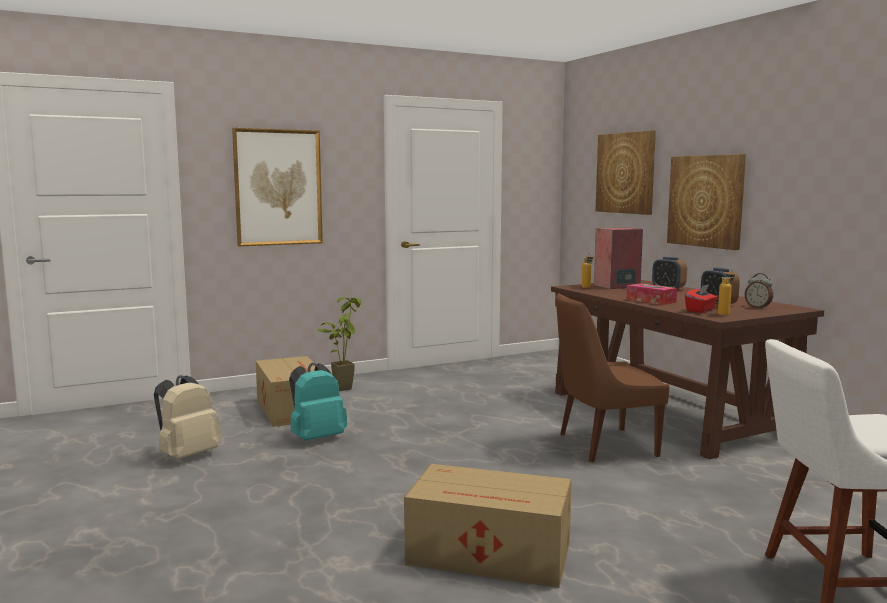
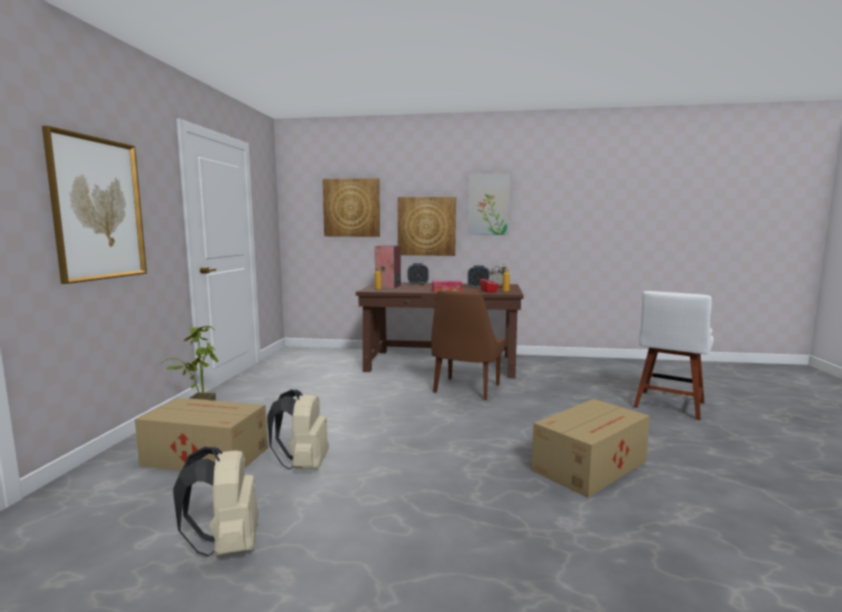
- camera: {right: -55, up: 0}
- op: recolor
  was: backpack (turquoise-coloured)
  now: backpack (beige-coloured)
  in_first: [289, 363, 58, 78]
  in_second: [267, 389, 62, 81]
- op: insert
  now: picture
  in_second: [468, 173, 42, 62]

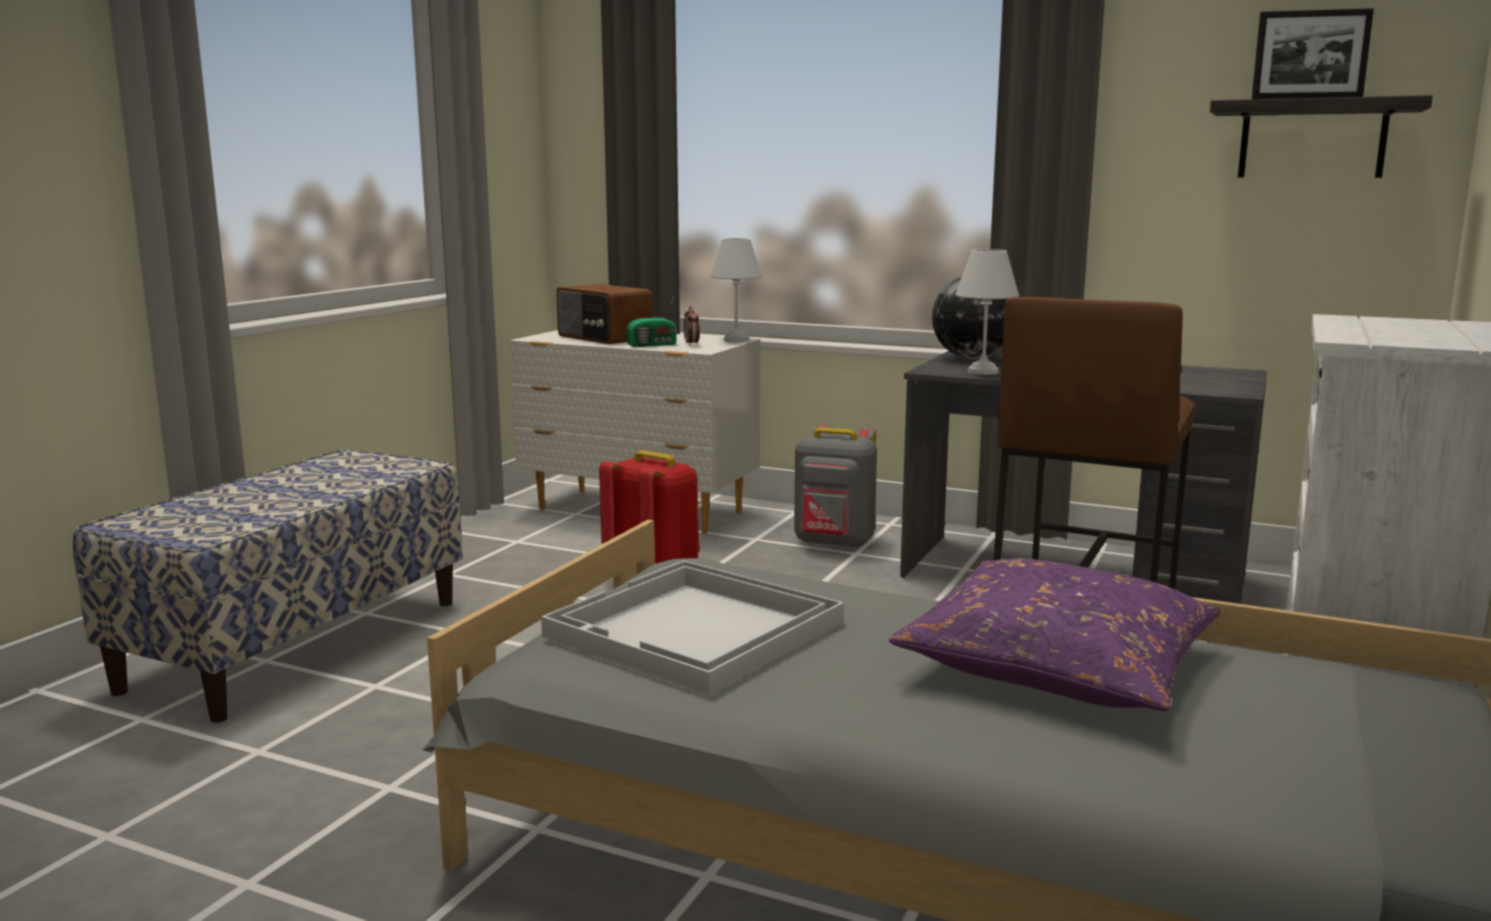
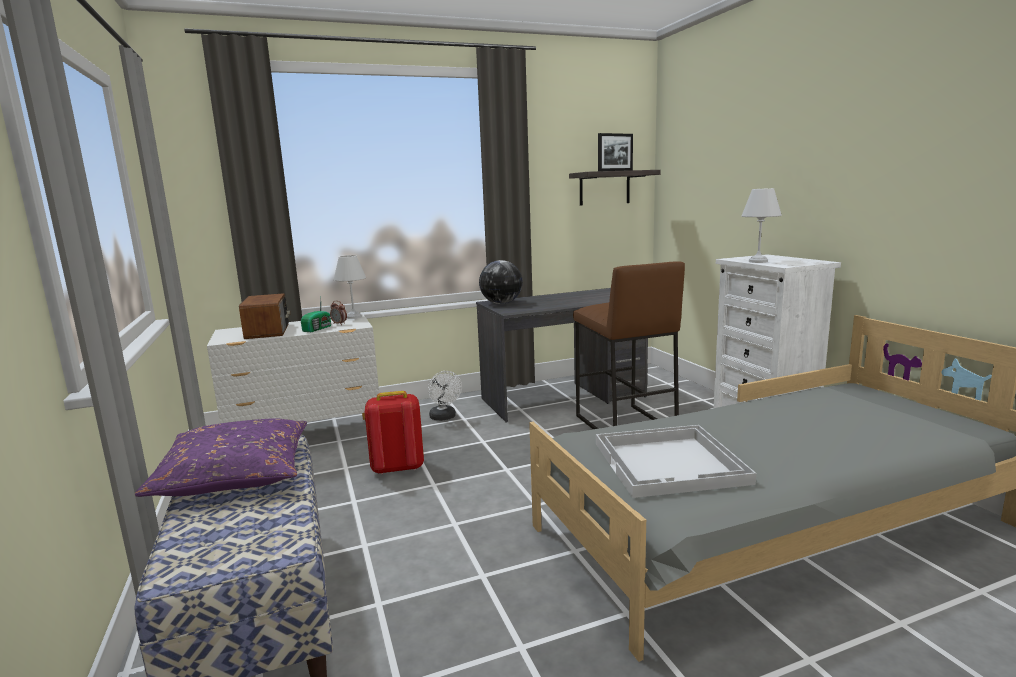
- camera: {right: -45, up: 0}
- op: rotate
  was: radio receiver
  in_first: [556, 284, 96, 60]
  in_second: [239, 293, 51, 46]
  clockwise: -105
- op: replace
  was: backpack (gray)
  now: fan (white)
  in_first: [794, 425, 83, 124]
  in_second: [428, 371, 34, 50]
- op: move
  was: throw pillow (purple)
  in_first: [889, 558, 332, 153]
  in_second: [135, 418, 172, 79]
- op: move
  was: tabletop lamp (white)
  in_first: [955, 249, 64, 126]
  in_second: [742, 188, 40, 75]

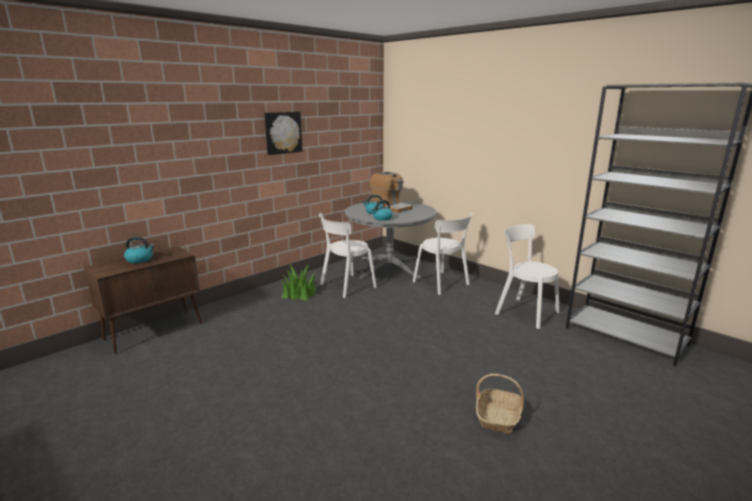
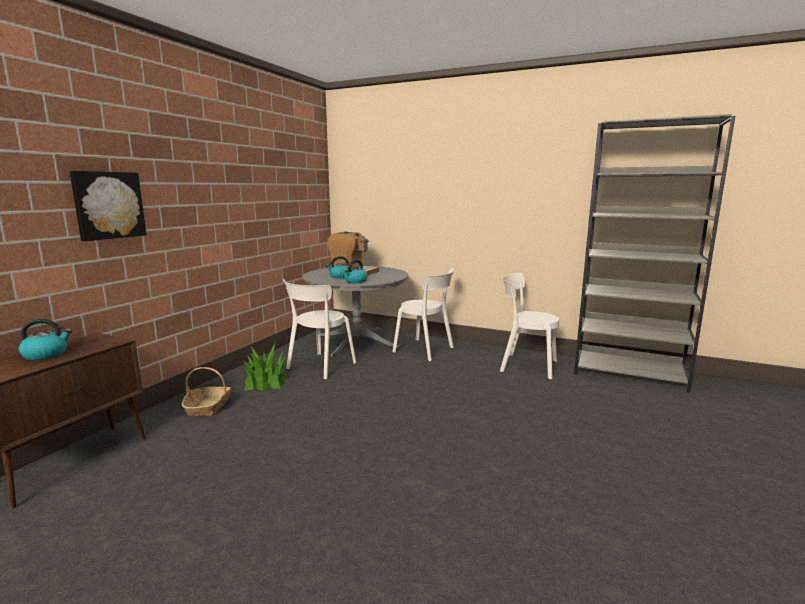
- camera: {right: -20, up: -5}
- op: move
  was: picture
  in_first: [264, 112, 39, 43]
  in_second: [69, 171, 78, 70]
- op: move
  was: basket
  in_first: [476, 374, 48, 60]
  in_second: [182, 367, 49, 49]

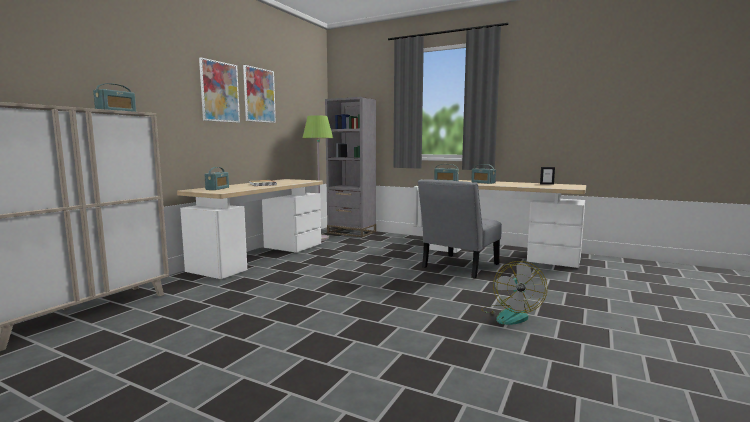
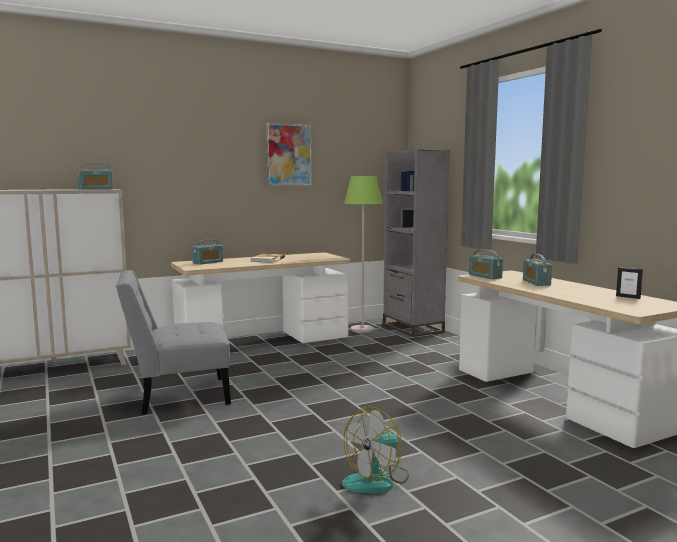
- camera: {right: 35, up: 0}
- op: delete
  was: picture
  in_first: [199, 58, 41, 65]
- op: move
  was: chair (gray)
  in_first: [418, 179, 84, 99]
  in_second: [116, 270, 115, 144]

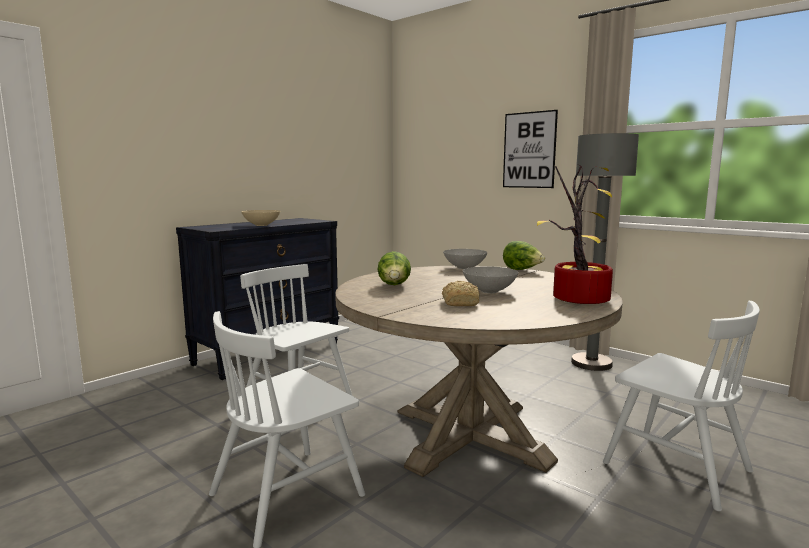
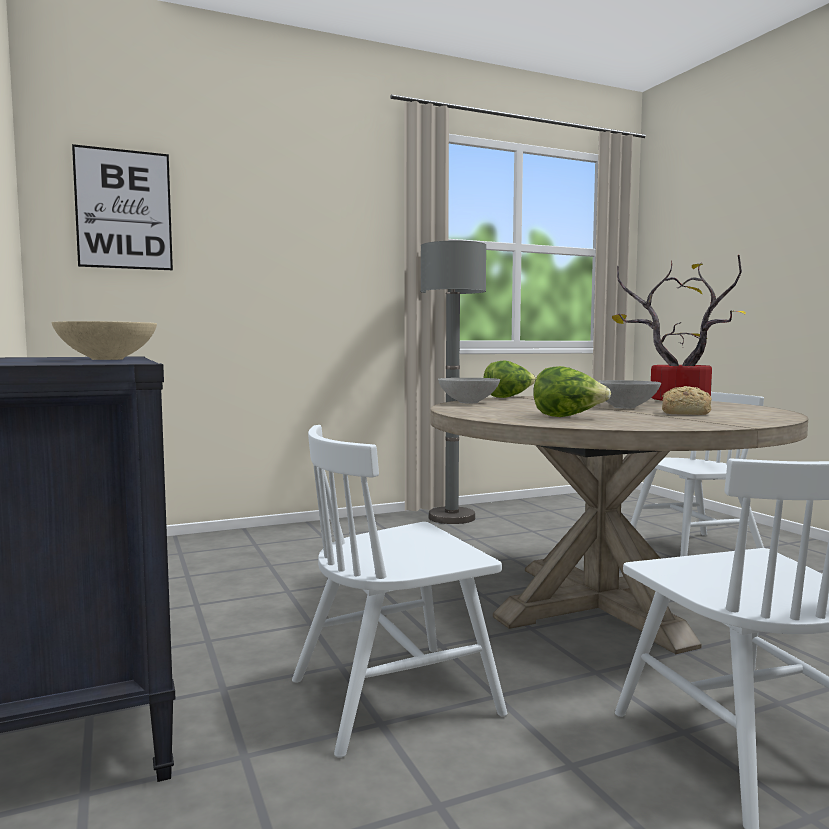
- camera: {right: -65, up: -5}
- op: move
  was: picture
  in_first: [503, 110, 55, 78]
  in_second: [72, 144, 101, 126]

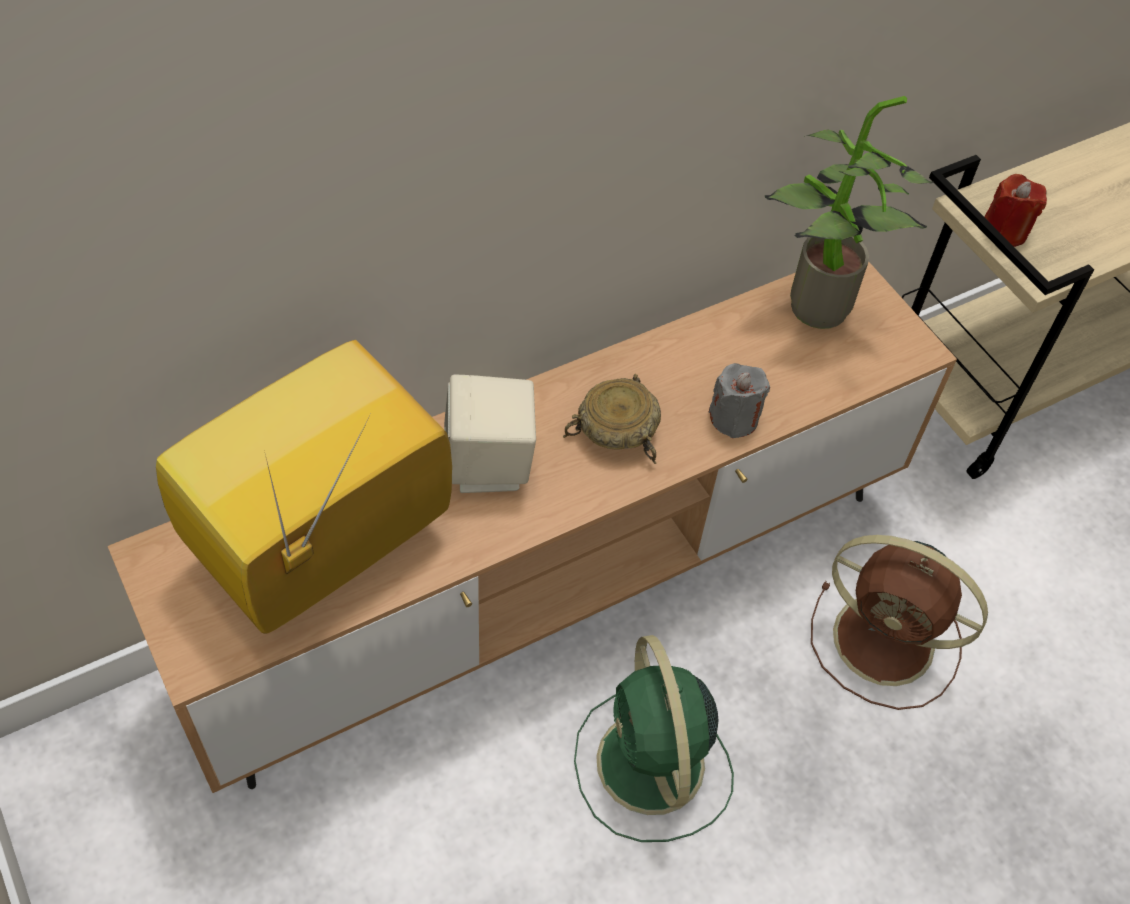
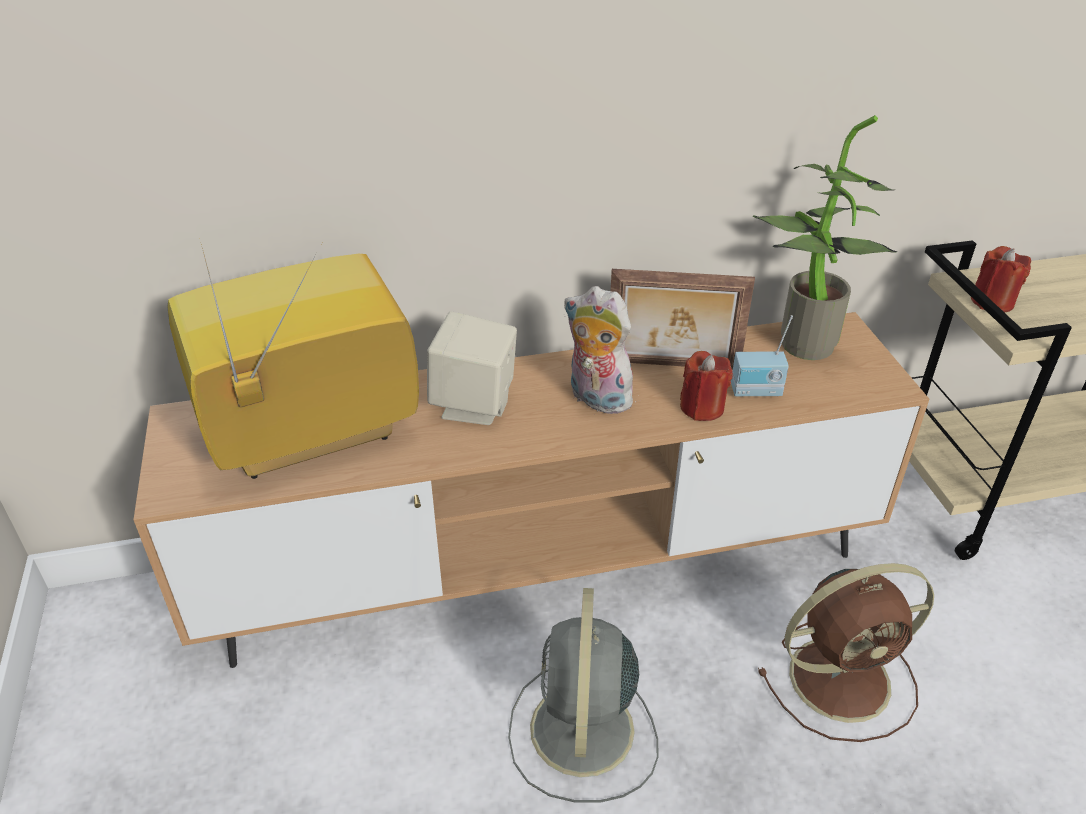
- camera: {right: 20, up: -15}
- op: replace
  was: deep dish (beige-coloured)
  now: cuddly toy
  in_first: [563, 374, 98, 90]
  in_second: [564, 286, 74, 128]
- op: recolor
  was: fan (green-coloured)
  now: fan (gray)
  in_first: [574, 635, 160, 207]
  in_second: [508, 588, 151, 215]
- op: recolor
  was: wax candle (gray)
  now: wax candle (reddish)
  in_first: [709, 363, 61, 75]
  in_second: [680, 351, 53, 70]
- op: rotate
  was: fan (brownish)
  in_first: [811, 535, 177, 175]
  in_second: [758, 563, 176, 179]
  clockwise: -60
- op: insert
  now: photo frame
  in_second: [611, 269, 144, 101]
- op: insert
  now: radio receiver
  in_second: [731, 315, 62, 82]

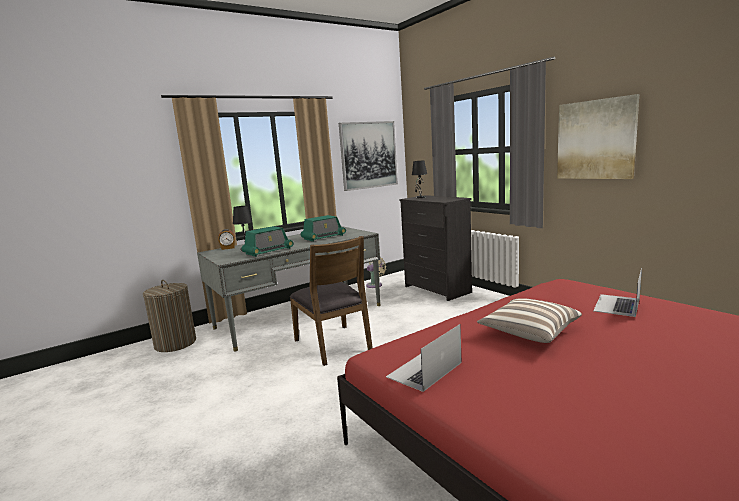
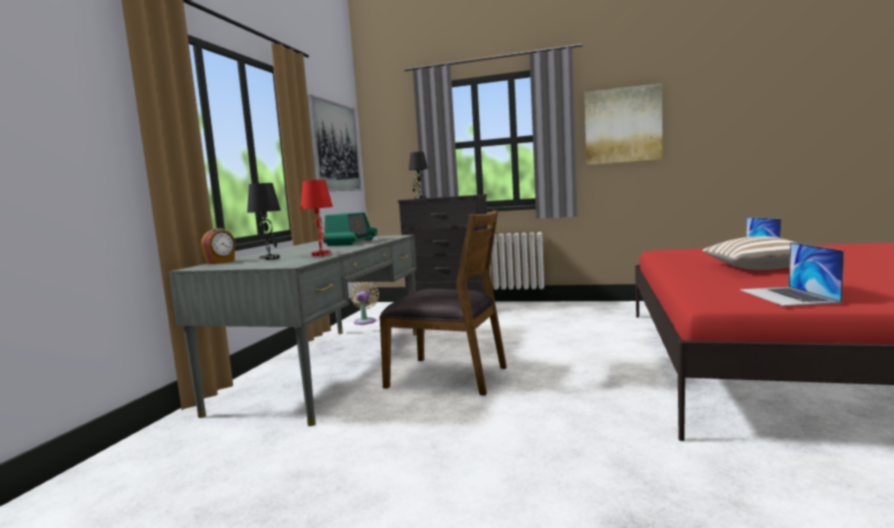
- camera: {right: -40, up: -5}
- op: delete
  was: laundry basket
  in_first: [143, 280, 53, 72]
- op: replace
  was: radio receiver
  now: tabletop lamp (reddish)
  in_first: [242, 226, 52, 31]
  in_second: [301, 180, 32, 76]

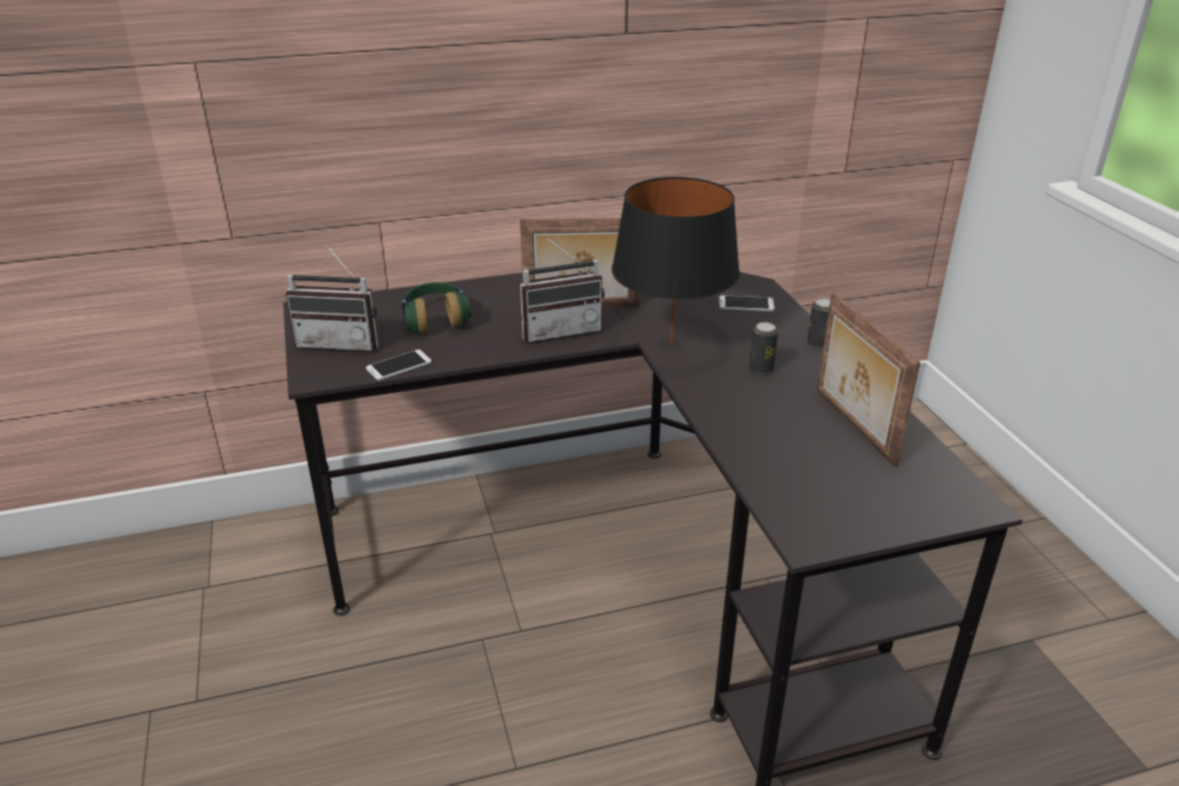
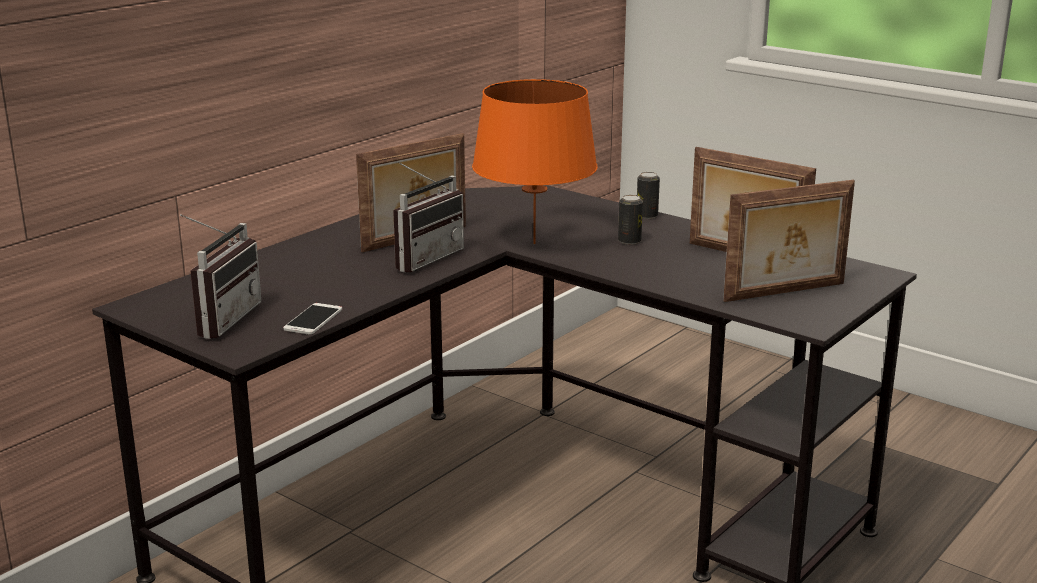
- camera: {right: -35, up: -10}
- op: rotate
  was: radio receiver
  in_first: [286, 244, 93, 107]
  in_second: [180, 214, 82, 125]
  clockwise: -45
- op: delete
  was: headset
  in_first: [402, 282, 69, 52]
- op: recolor
  was: tabletop lamp (black-coloured)
  now: tabletop lamp (orange)
  in_first: [611, 177, 129, 167]
  in_second: [472, 79, 126, 165]
- op: delete
  was: handset
  in_first: [719, 295, 56, 16]
- op: insert
  now: photo frame
  in_second: [723, 180, 132, 122]

